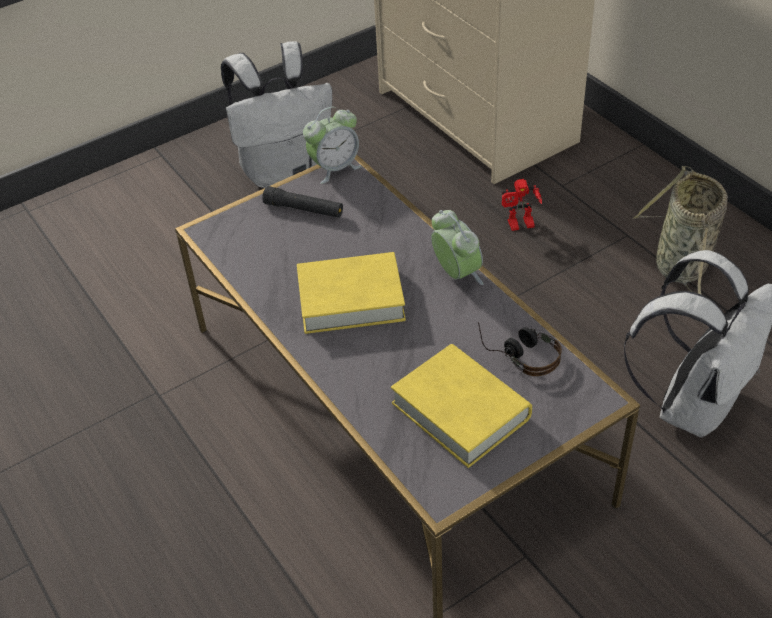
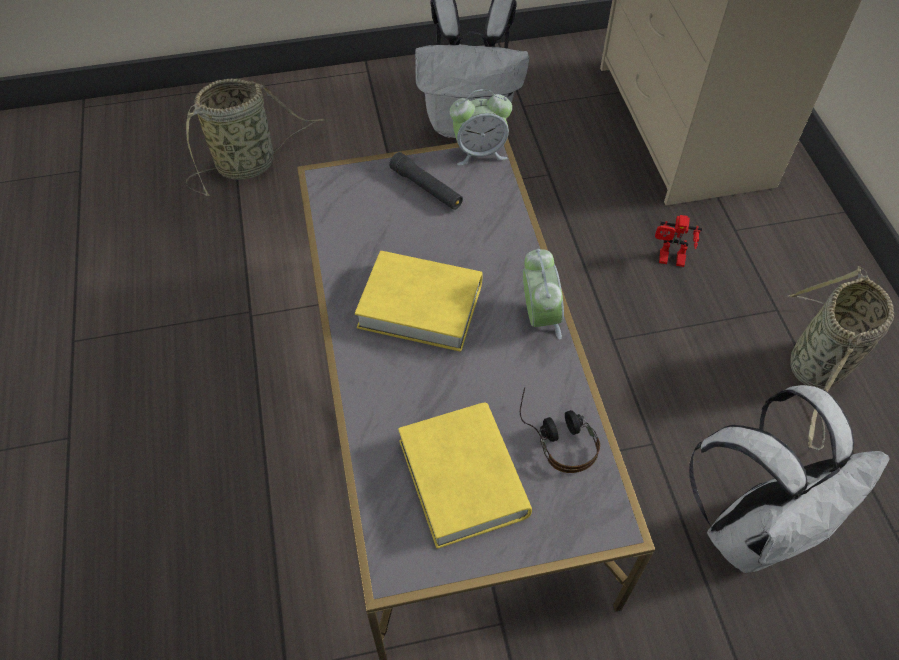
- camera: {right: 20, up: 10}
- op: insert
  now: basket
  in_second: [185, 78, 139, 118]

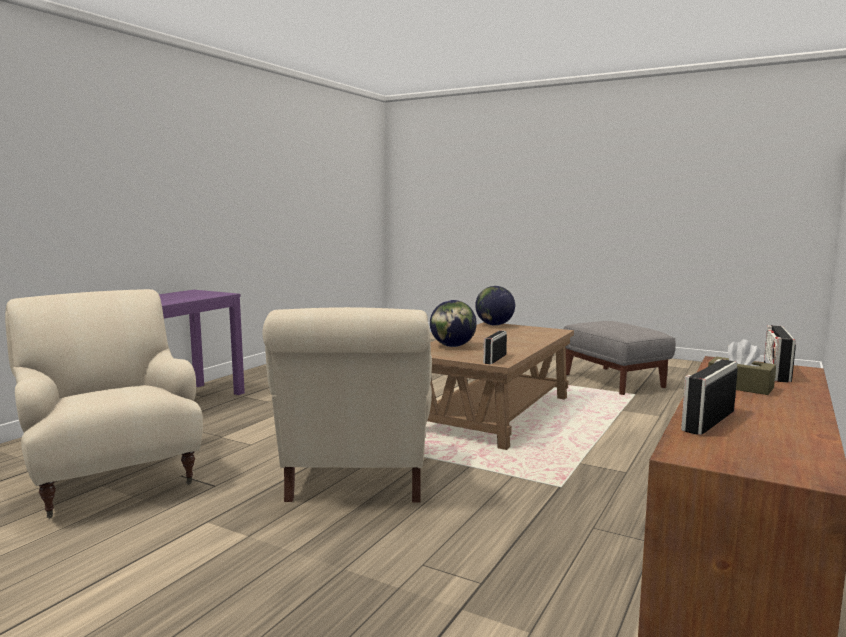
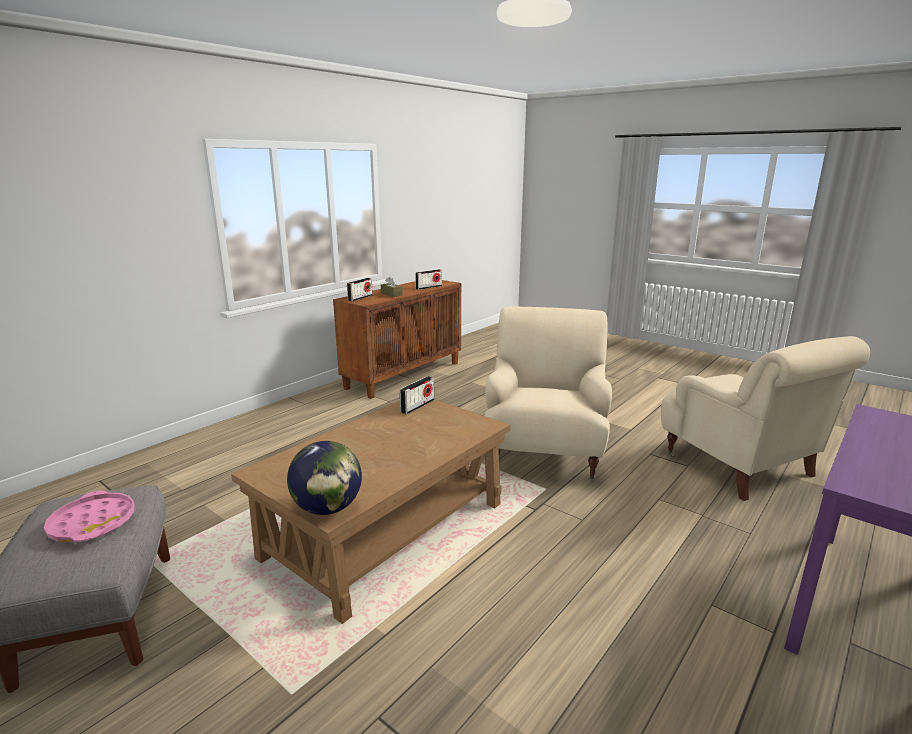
- camera: {right: -170, up: 10}
- op: delete
  was: desk globe
  in_first: [430, 300, 47, 47]
- op: insert
  now: carrying tray (pinkish)
  in_second: [44, 490, 91, 52]

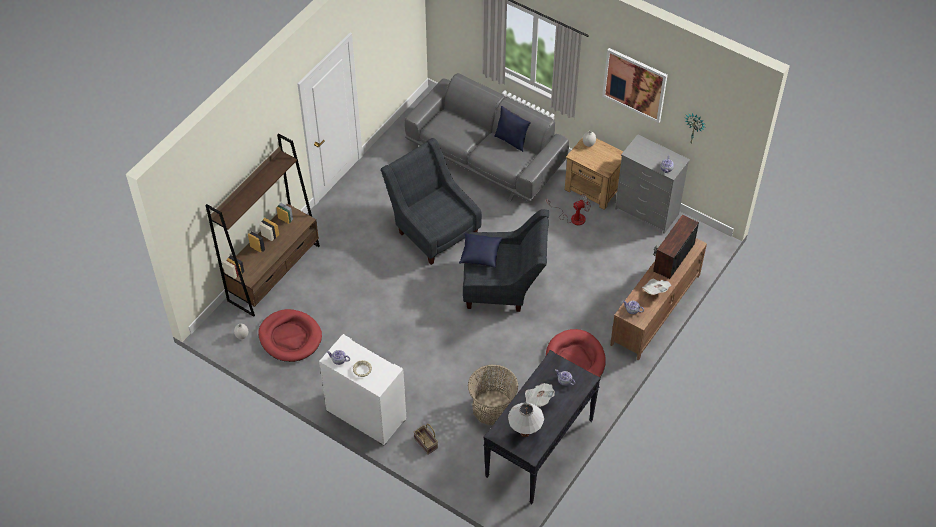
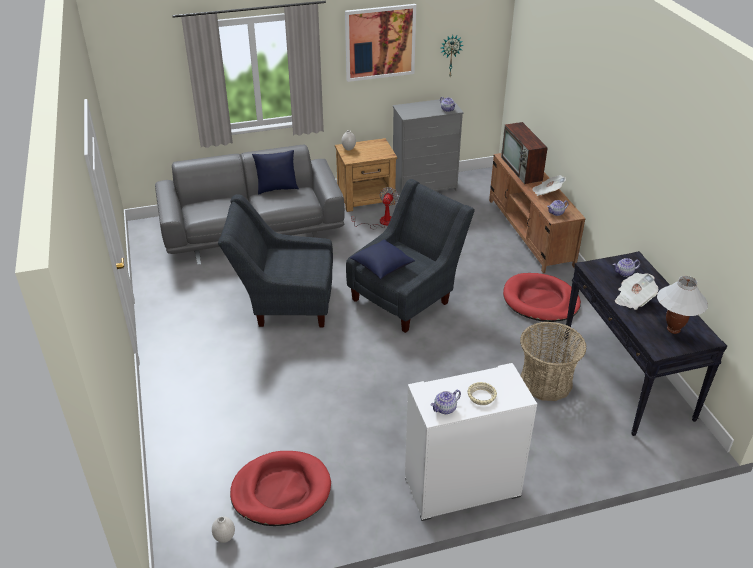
- camera: {right: -50, up: -15}
- op: delete
  was: bookcase (brownish)
  in_first: [206, 134, 114, 183]
- op: delete
  was: basket
  in_first: [414, 424, 24, 31]

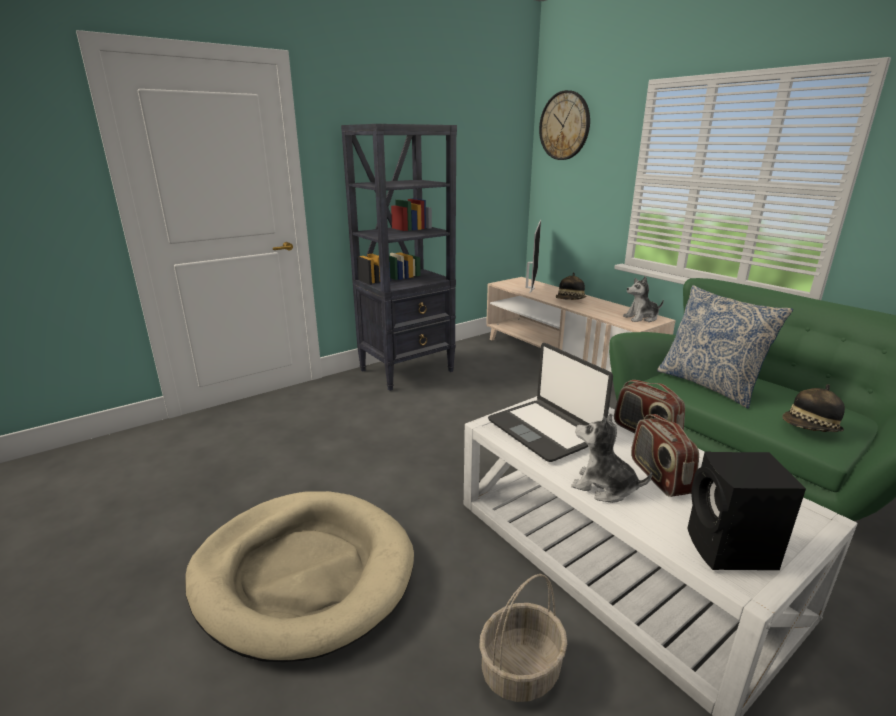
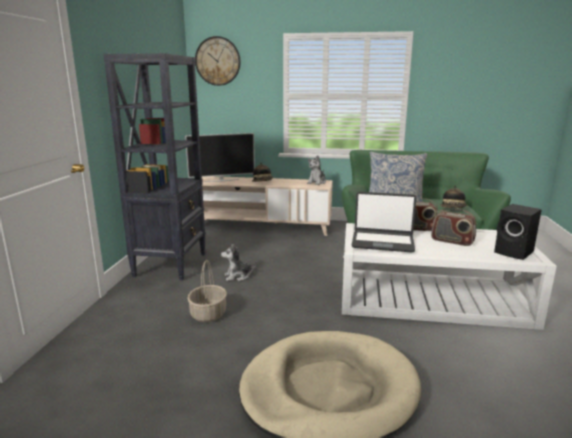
- camera: {right: -45, up: -5}
- op: move
  was: basket
  in_first: [479, 574, 88, 128]
  in_second: [187, 260, 40, 62]
- op: rotate
  was: TV
  in_first: [526, 220, 15, 74]
  in_second: [185, 133, 70, 49]
  clockwise: 105
- op: move
  was: cuddly toy
  in_first: [571, 414, 81, 89]
  in_second: [221, 244, 35, 37]

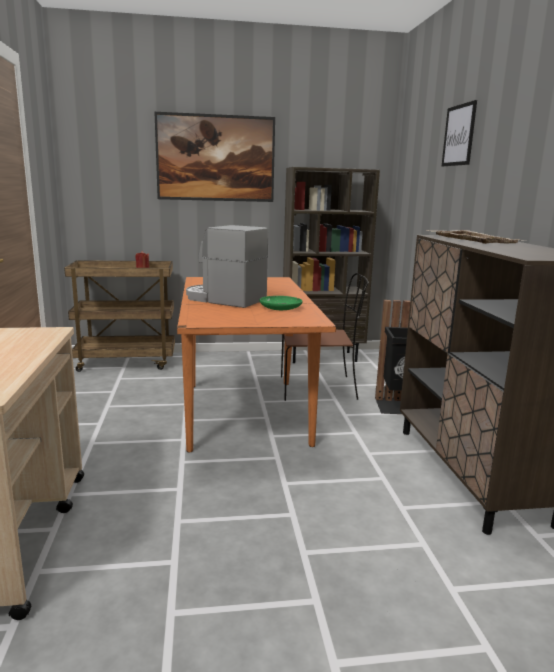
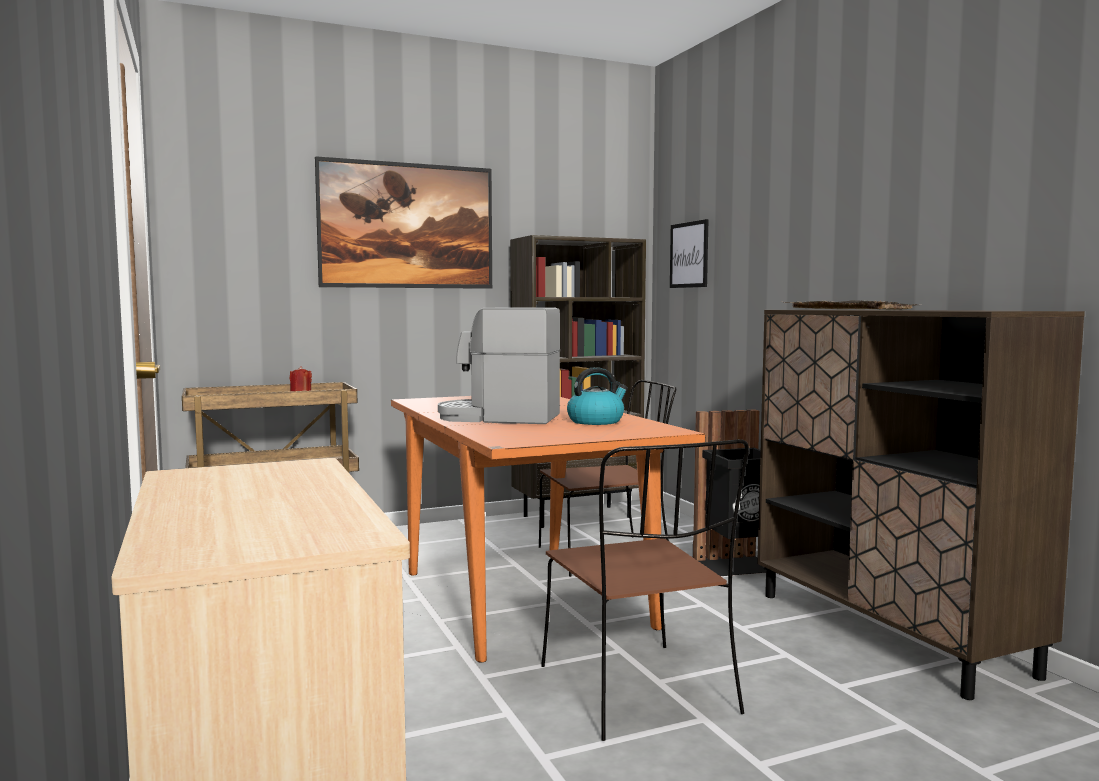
- camera: {right: -15, up: -10}
- op: replace
  was: flat dish (green-coloured)
  now: kettle
  in_first: [260, 296, 43, 14]
  in_second: [567, 367, 61, 58]
- op: move
  was: picture
  in_first: [442, 100, 35, 66]
  in_second: [670, 219, 38, 69]
- op: insert
  now: chair (brownish)
  in_second: [541, 439, 208, 302]

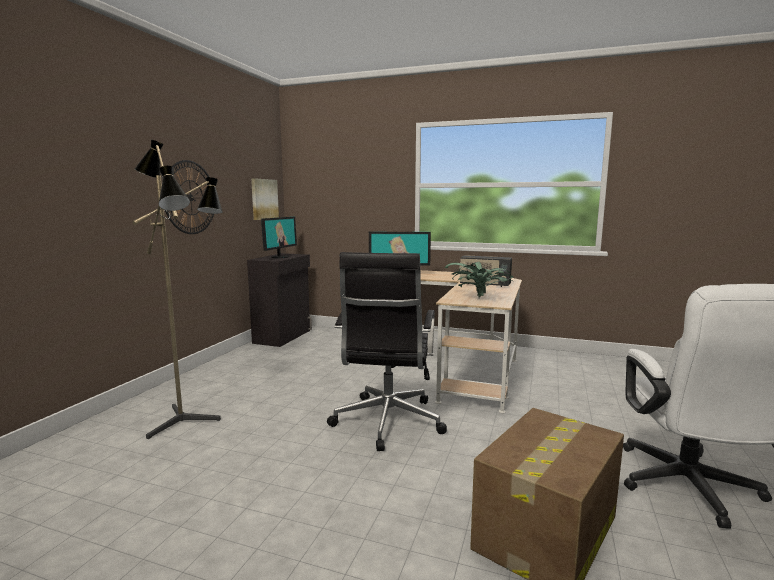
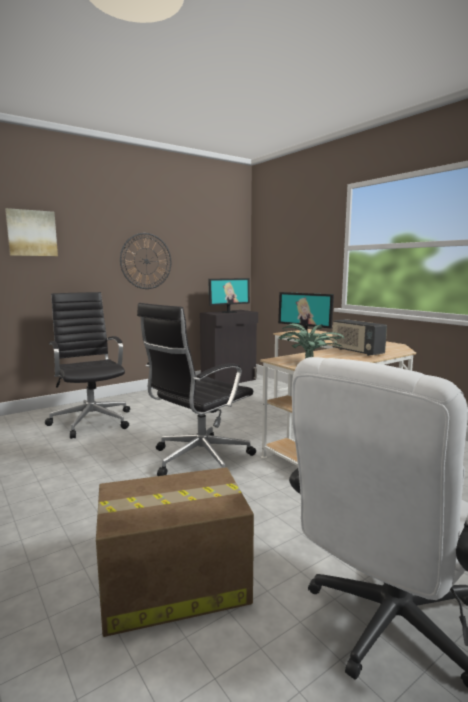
- camera: {right: 35, up: 0}
- op: replace
  was: floor lamp
  now: computer chair (black-coloured)
  in_first: [132, 140, 91, 299]
  in_second: [45, 292, 85, 147]
- op: move
  was: picture
  in_first: [251, 178, 28, 42]
  in_second: [5, 208, 53, 48]

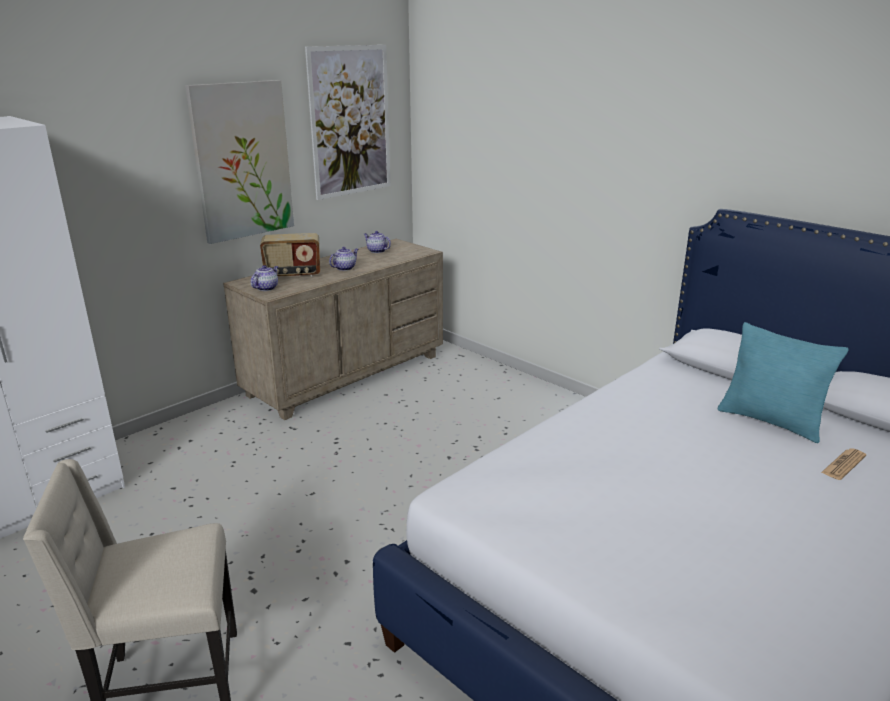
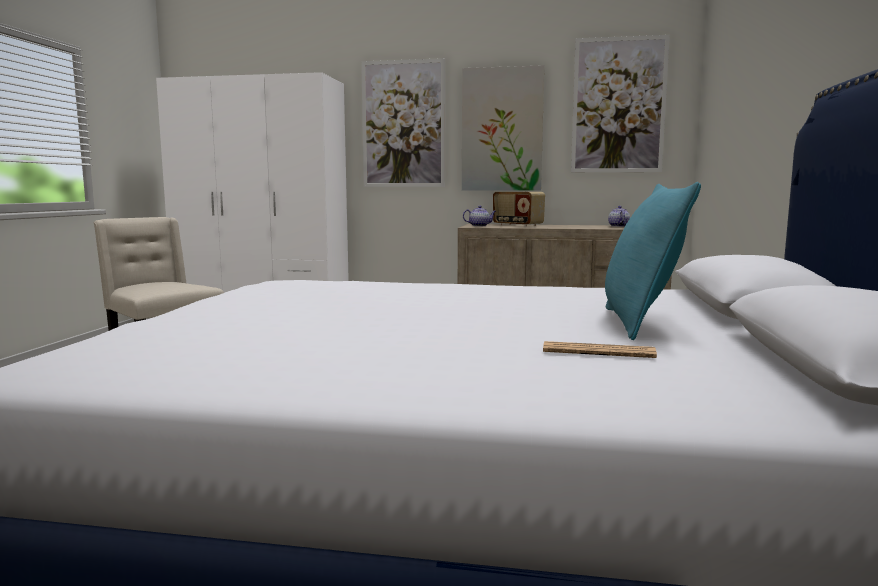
- camera: {right: 55, up: -15}
- op: delete
  was: pot for tea
  in_first: [329, 247, 29, 24]
- op: insert
  now: picture
  in_second: [361, 58, 84, 129]

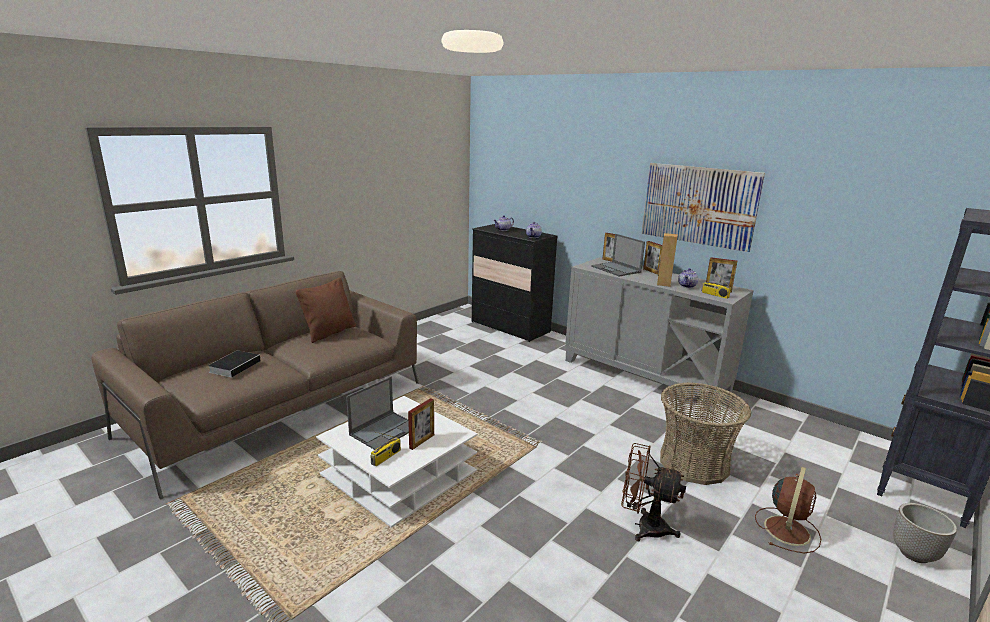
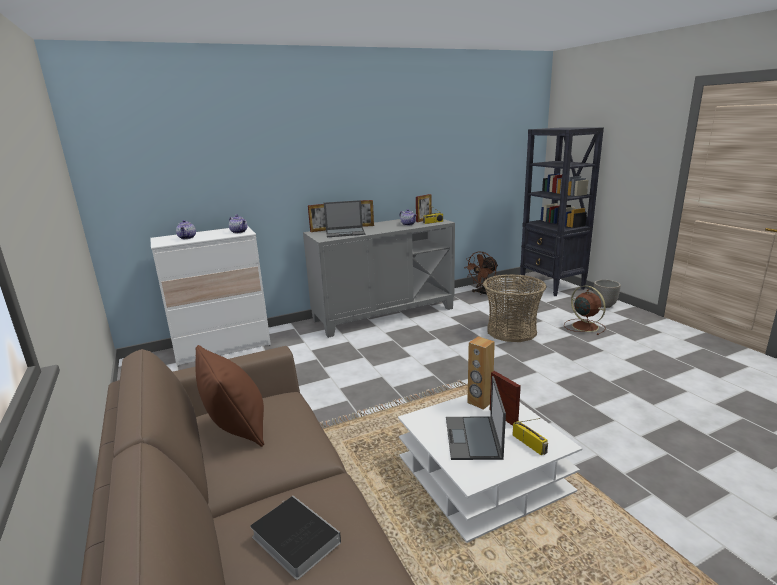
- camera: {right: -65, up: 0}
- op: rotate
  was: portable computer
  in_first: [346, 377, 63, 73]
  in_second: [446, 376, 60, 84]
  clockwise: -150
- op: recolor
  was: chest of drawers (black-coloured)
  now: chest of drawers (white)
  in_first: [472, 224, 86, 118]
  in_second: [150, 226, 121, 140]
- op: move
  was: fan (brownish)
  in_first: [621, 443, 65, 98]
  in_second: [464, 251, 34, 44]
- op: delete
  was: picture
  in_first: [642, 163, 123, 89]
- op: move
  was: loudspeaker (brownish)
  in_first: [657, 233, 21, 54]
  in_second: [467, 336, 28, 74]

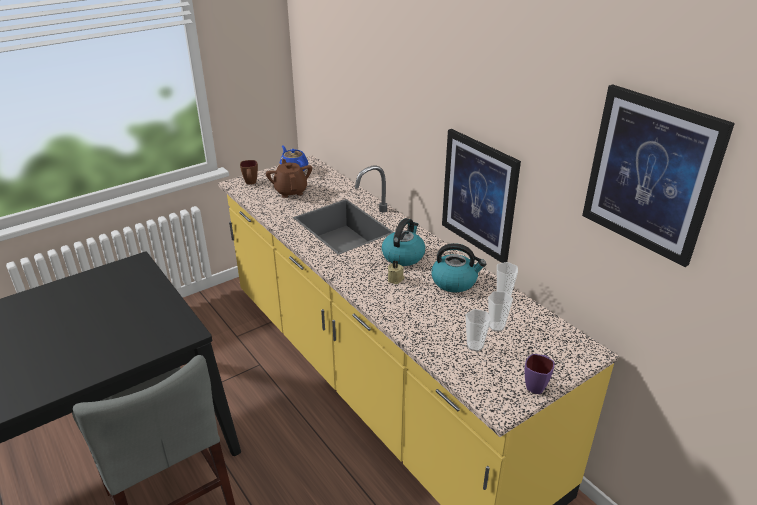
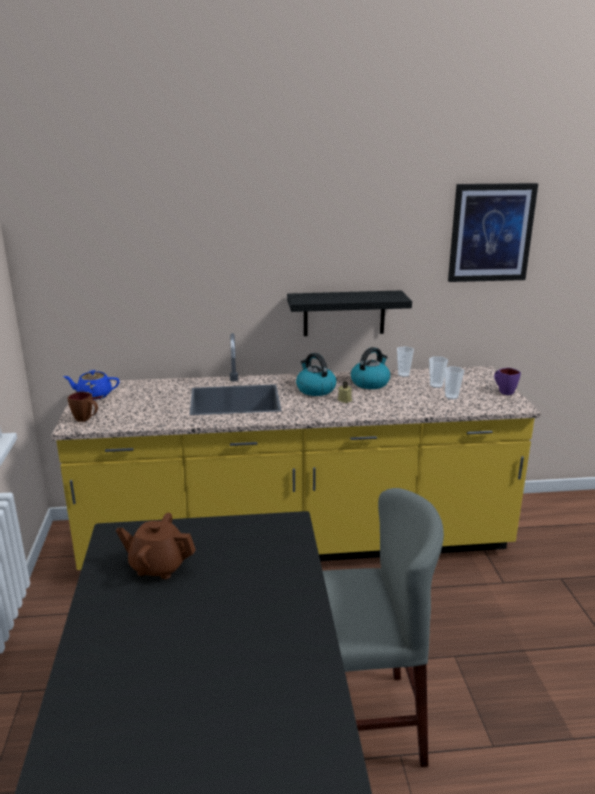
- camera: {right: -60, up: -10}
- op: move
  was: pot for tea (brownish)
  in_first: [266, 159, 46, 39]
  in_second: [116, 513, 80, 66]
- op: replace
  was: picture
  now: shelf (black-coloured)
  in_first: [442, 129, 79, 134]
  in_second: [287, 290, 125, 46]

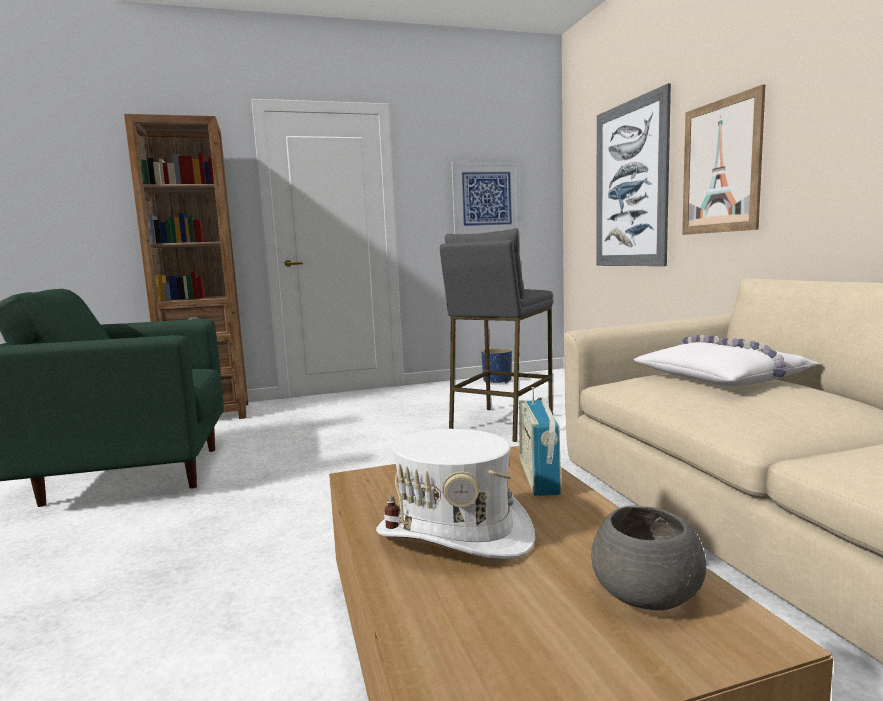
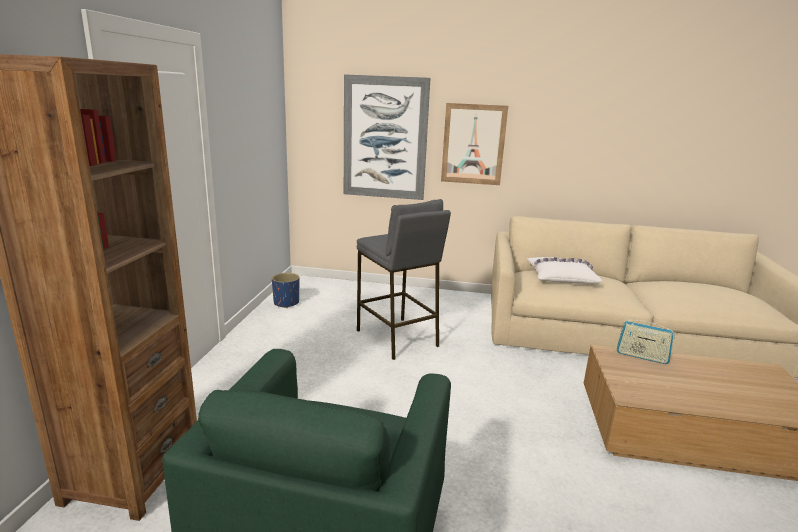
- camera: {right: -65, up: 10}
- op: delete
  was: wearable hat (white)
  in_first: [376, 429, 159, 130]
- op: delete
  was: picture
  in_first: [451, 161, 70, 73]
- op: delete
  was: deep dish (gray)
  in_first: [591, 505, 116, 105]

